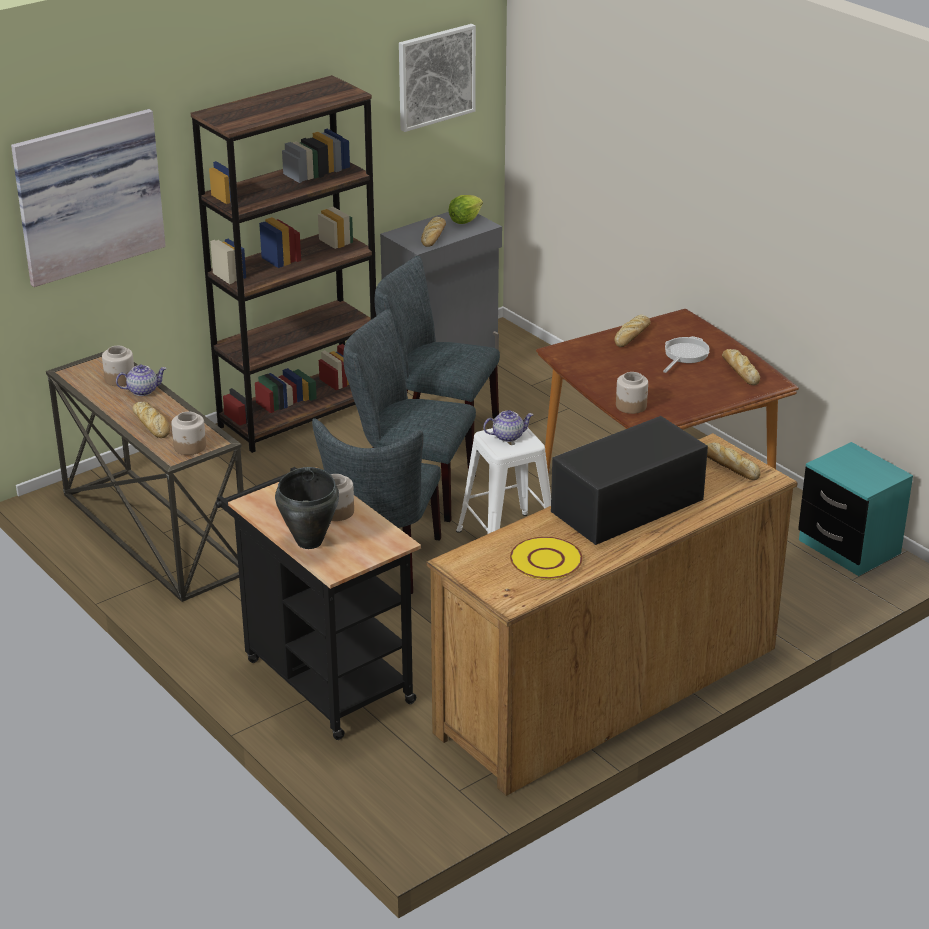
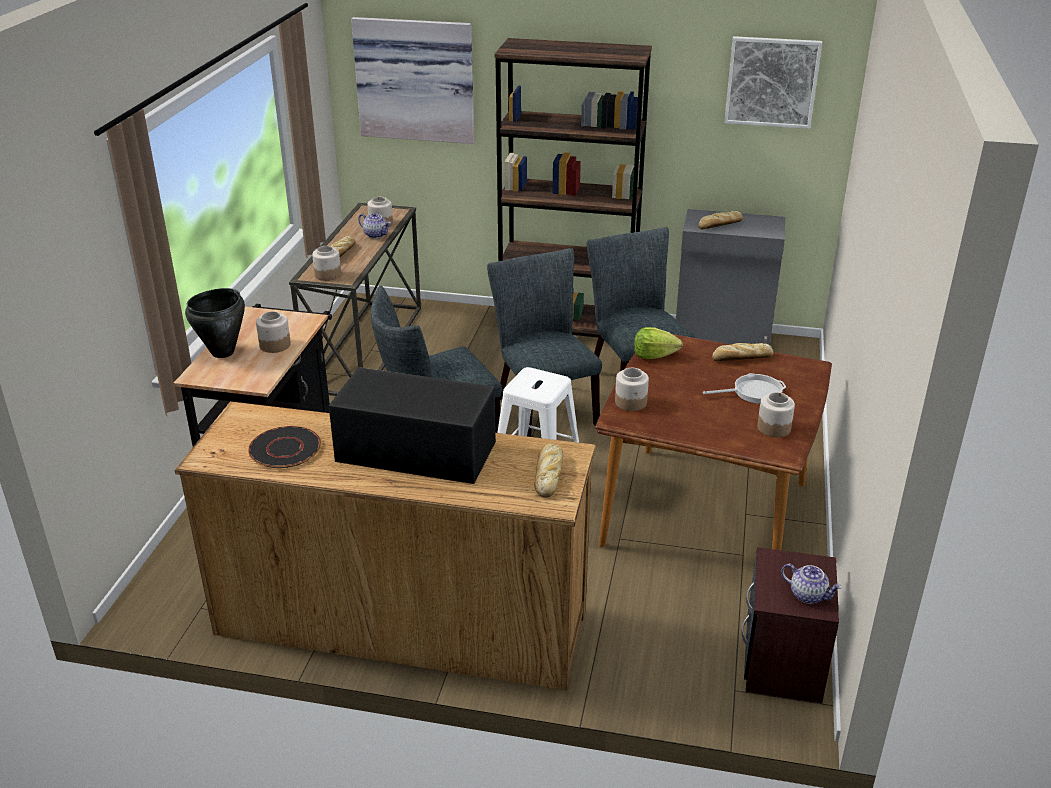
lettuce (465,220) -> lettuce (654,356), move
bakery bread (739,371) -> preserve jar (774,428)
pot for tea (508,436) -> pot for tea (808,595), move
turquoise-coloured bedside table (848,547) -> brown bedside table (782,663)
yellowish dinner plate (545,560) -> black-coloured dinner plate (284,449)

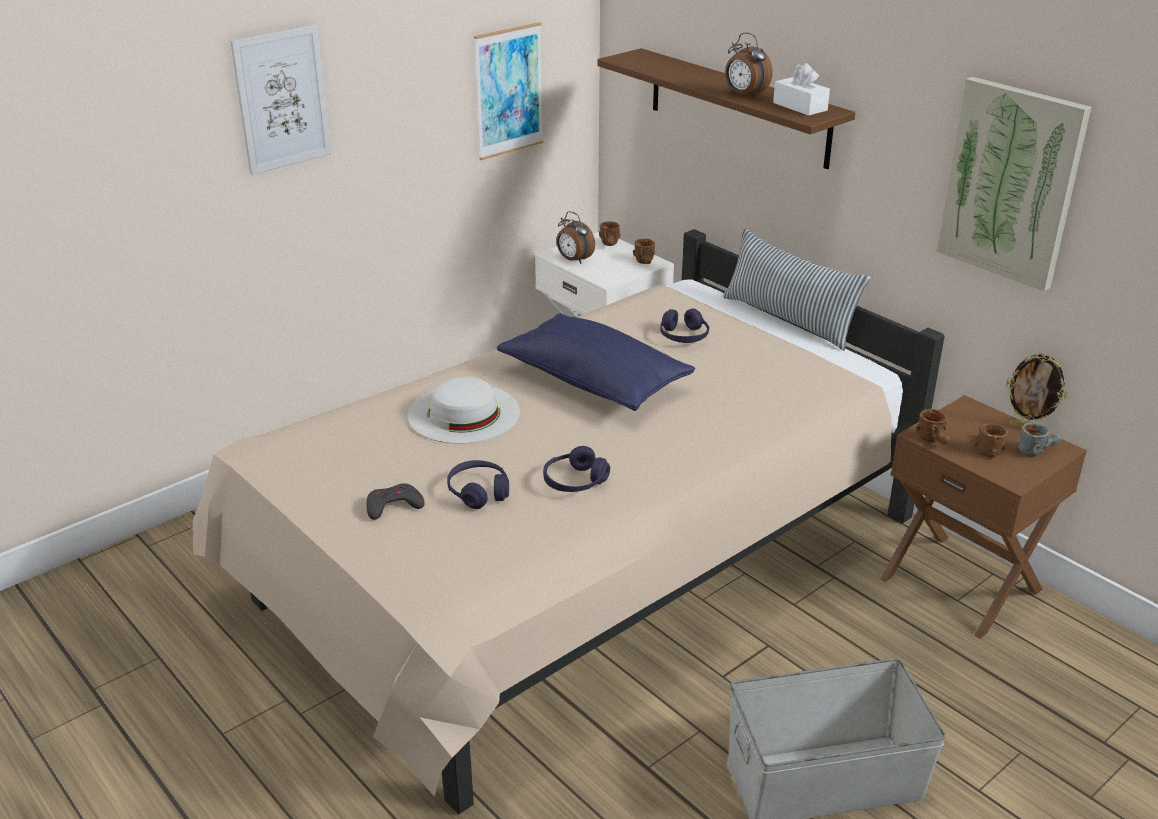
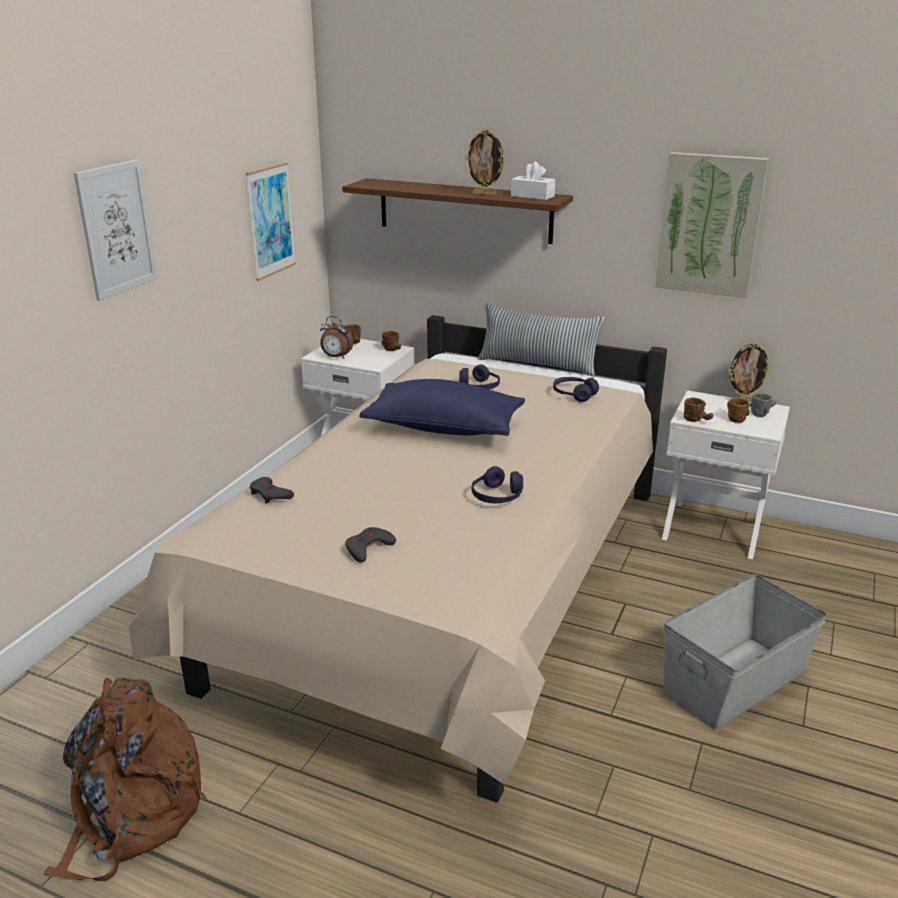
alarm clock (744,95) -> picture frame (484,194)
white-coloured hat (464,413) -> none
brown bedside table (962,583) -> white-coloured bedside table (713,528)
purplish pair of headphones (478,492) -> purplish pair of headphones (574,395), move
none -> greyish gamepad (270,494)
none -> brown rucksack (132,813)

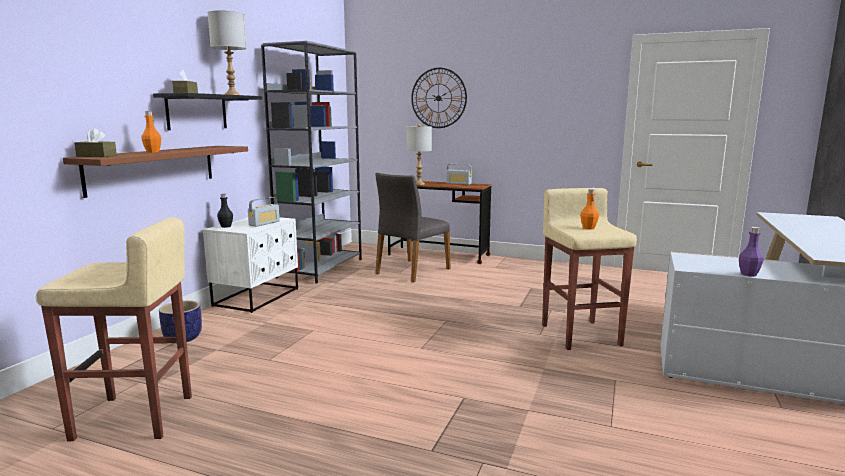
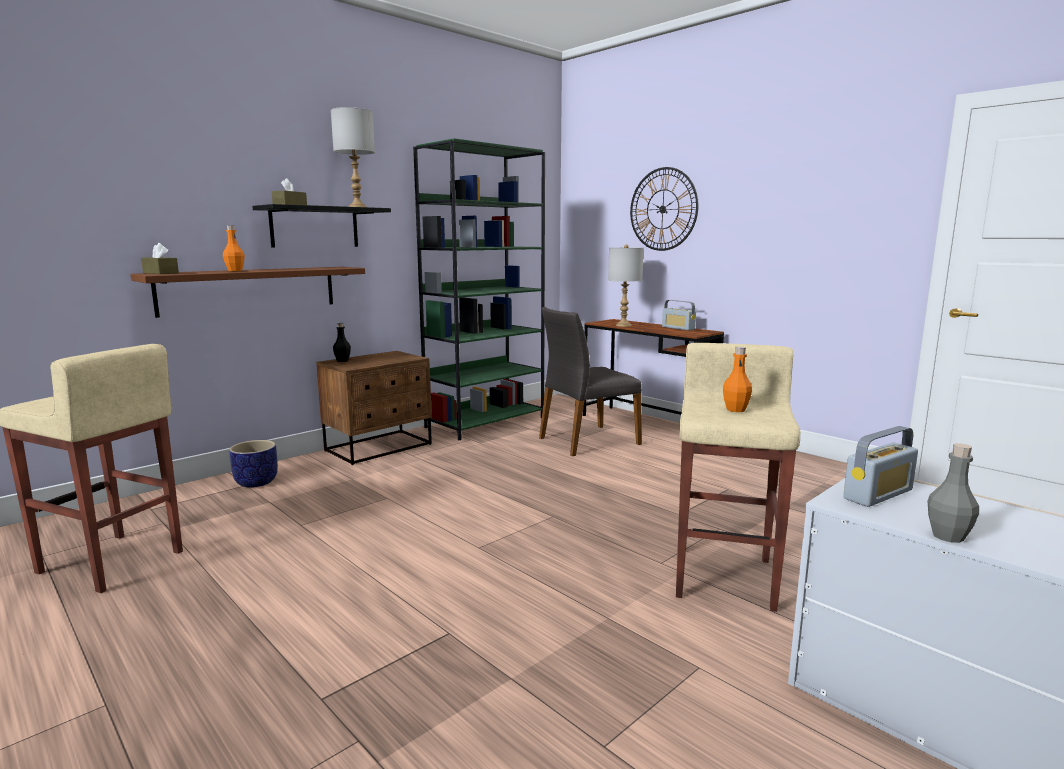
greyish bookcase (321,268) -> green bookcase (486,422)
radio (264,223) -> radio (878,494), move
white-coloured bedside table (257,297) -> brown bedside table (379,447)
purplish drink bottle (748,274) -> greyish drink bottle (948,536)

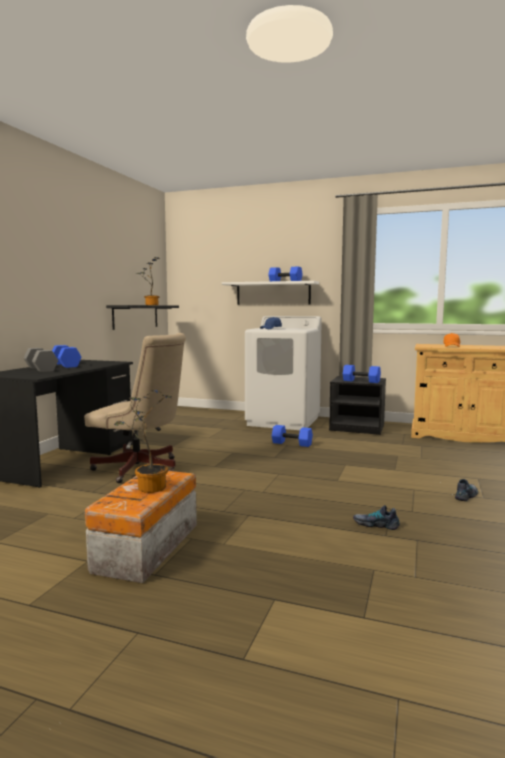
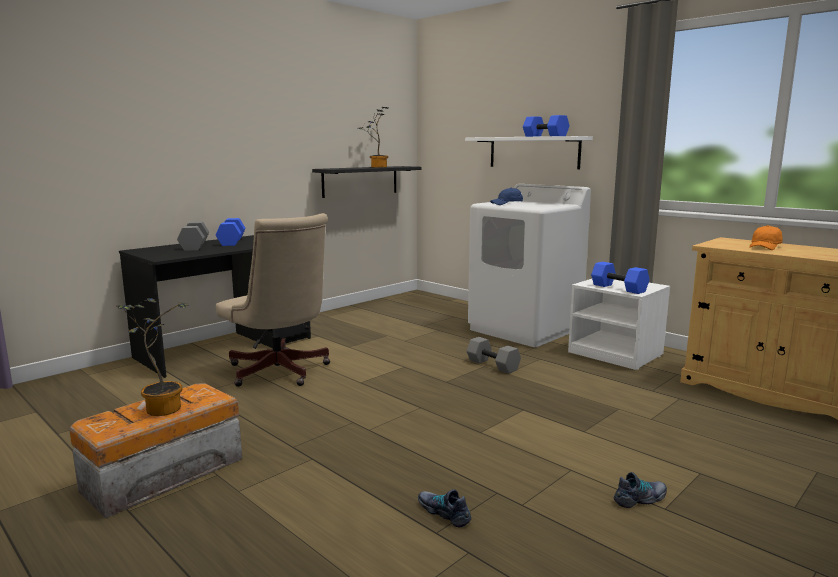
black-coloured bedside table (357,428) -> white-coloured bedside table (616,354)
blue free weight (292,443) -> greyish free weight (493,365)

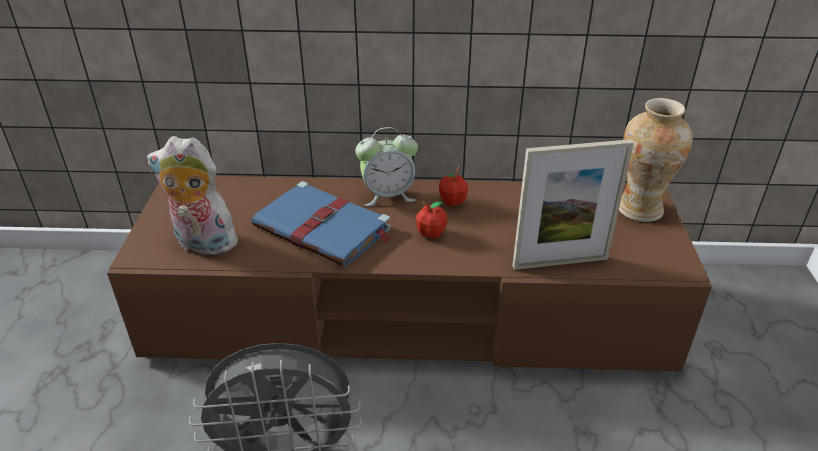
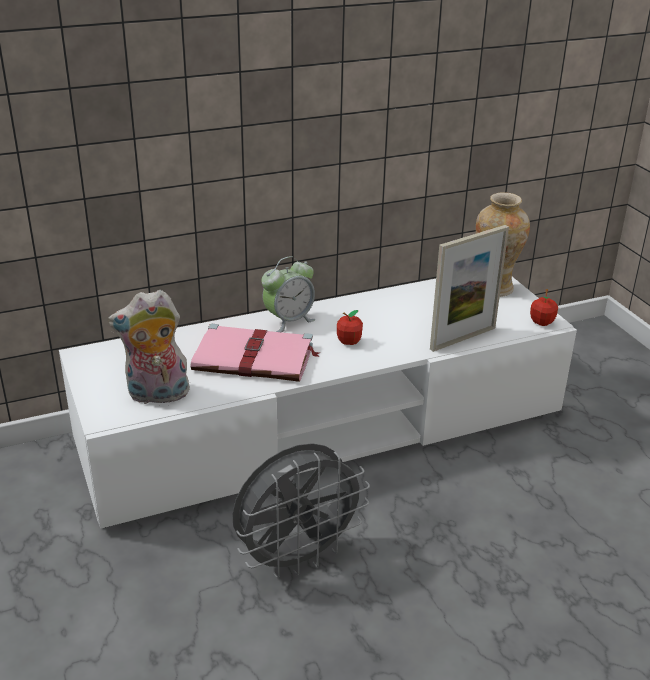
whole apple (452,202) -> whole apple (541,322), move
brown tv stand (409,312) -> white-coloured tv stand (323,427)
blue bound book (324,228) -> pinkish bound book (255,358)

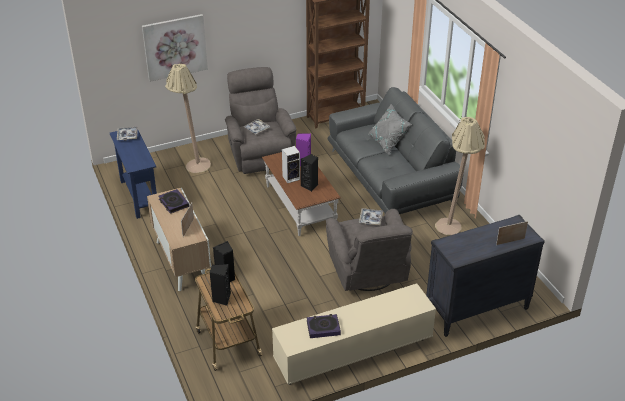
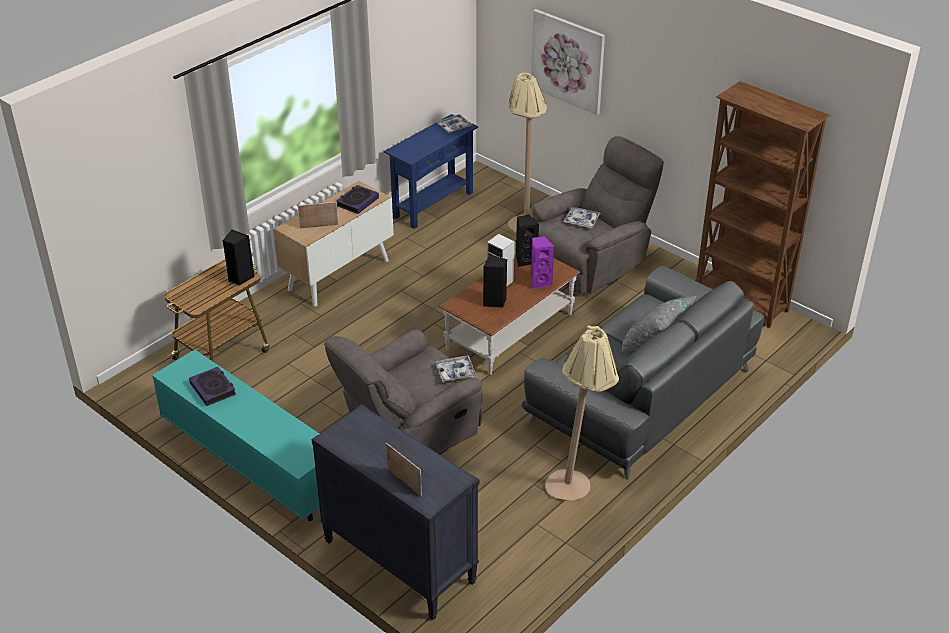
black-coloured speaker (221,298) -> black-coloured speaker (525,260), move
sand-coloured tv stand (352,353) -> turquoise-coloured tv stand (251,461)

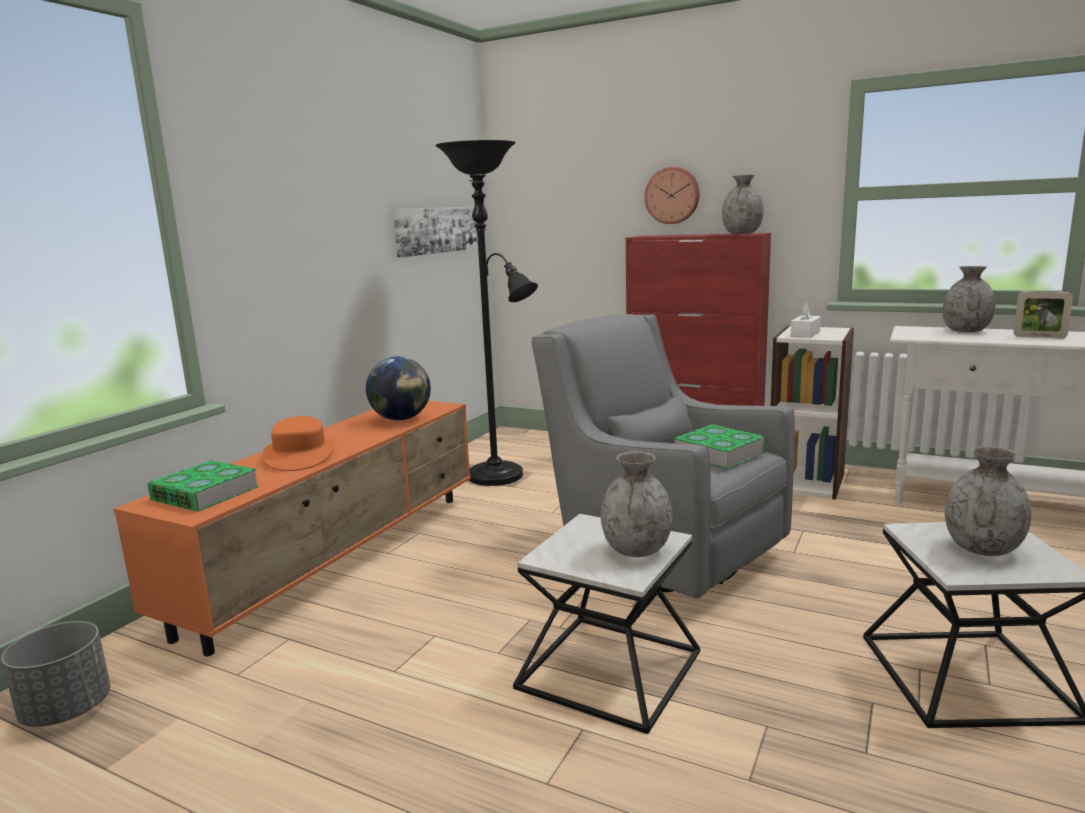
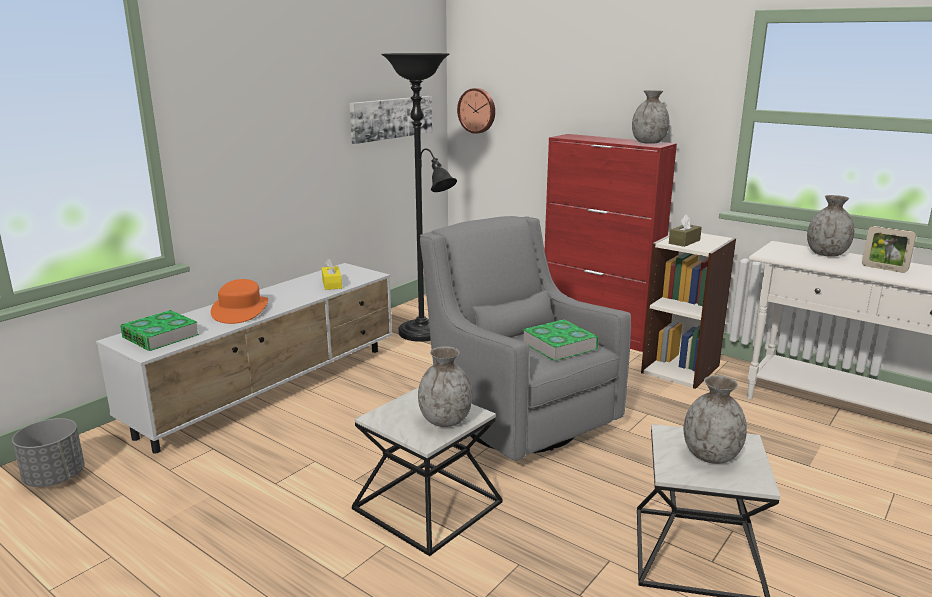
hanging clock (672,195) -> hanging clock (477,110), move
white-coloured box of tissues (805,334) -> brown box of tissues (684,242)
desk globe (401,419) -> yellowish box of tissues (332,284)
orange tv stand (339,558) -> white-coloured tv stand (272,389)

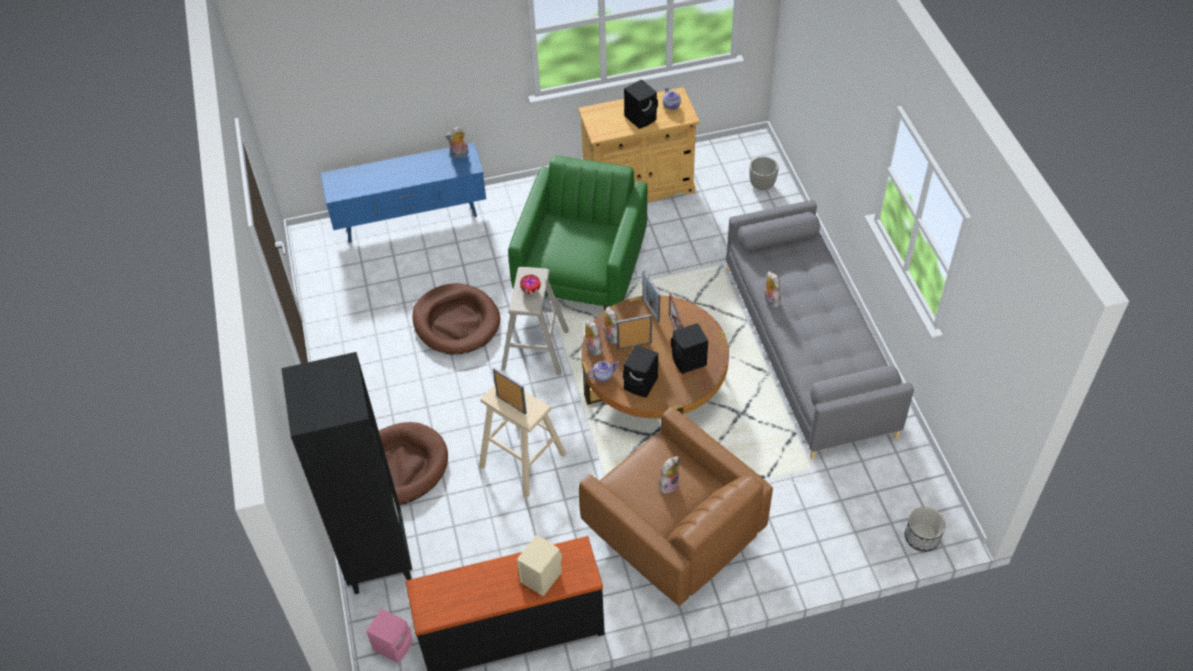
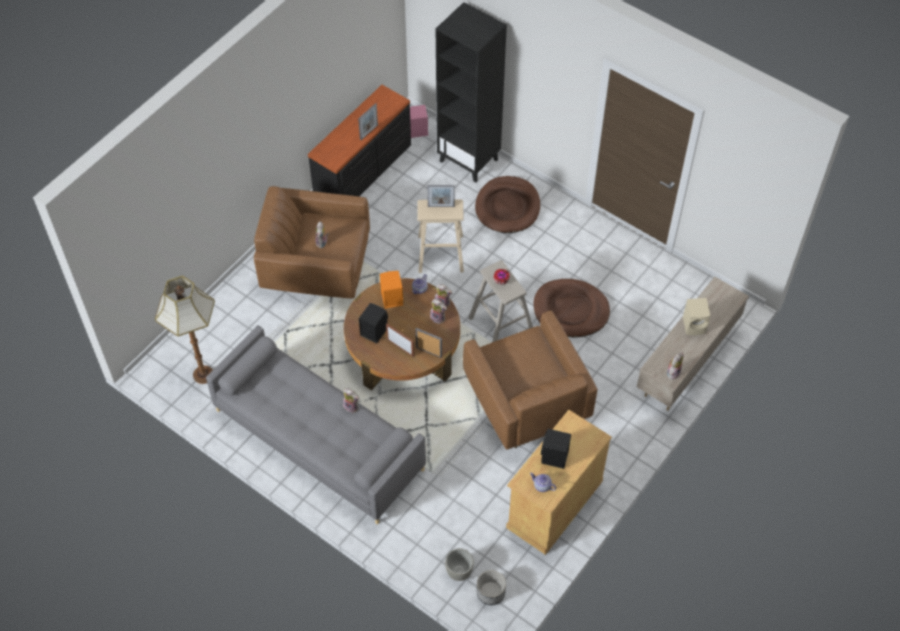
blue tv stand (411,220) -> sand-coloured tv stand (686,363)
green armchair (582,270) -> brown armchair (526,402)
picture frame (634,345) -> picture frame (369,132), move
black-coloured speaker (641,384) -> orange speaker (391,298)
planter (922,537) -> planter (490,593), move
sand-coloured speaker (540,576) -> sand-coloured speaker (695,325), move
none -> standing lamp (203,375)

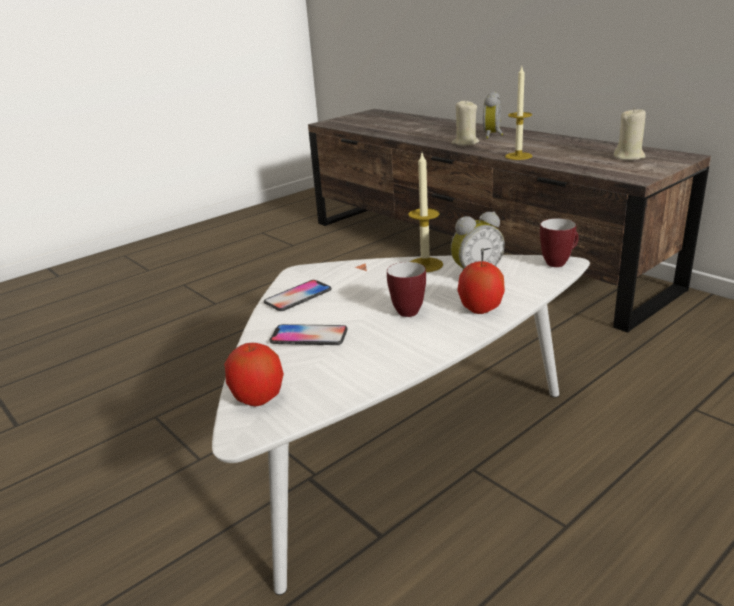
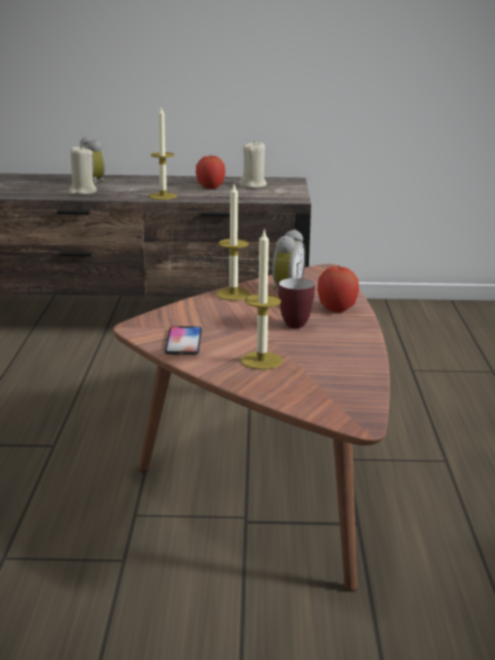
tea mug (558,262) -> none
white-coloured low table (395,446) -> brown low table (273,471)
handset (309,336) -> wax light (261,361)
whole apple (258,398) -> whole apple (210,187), move

